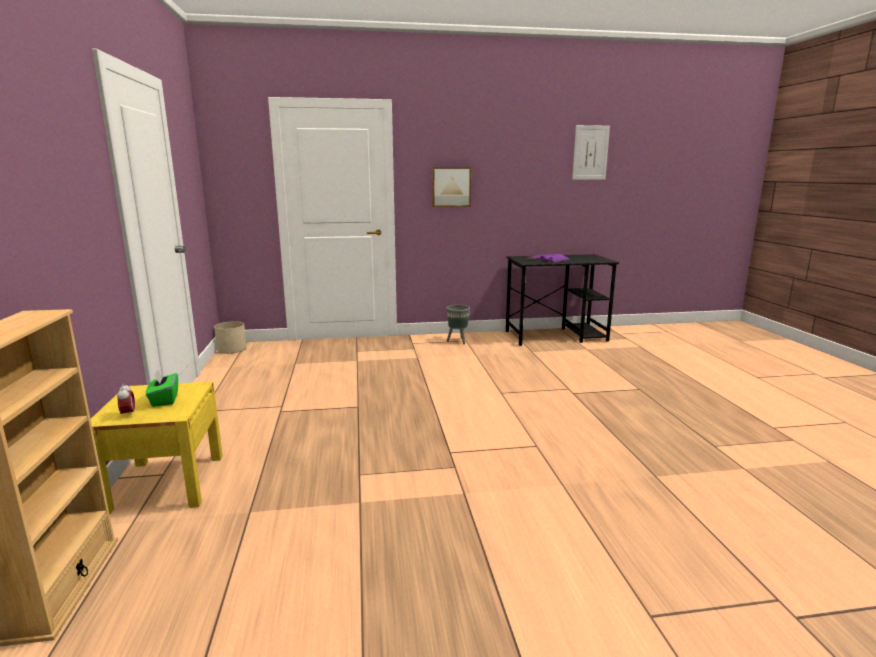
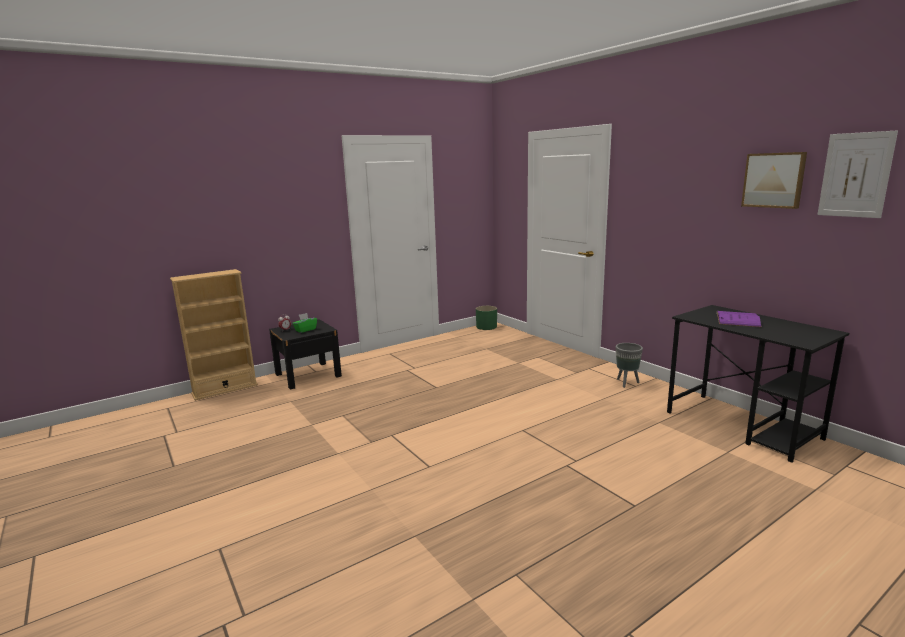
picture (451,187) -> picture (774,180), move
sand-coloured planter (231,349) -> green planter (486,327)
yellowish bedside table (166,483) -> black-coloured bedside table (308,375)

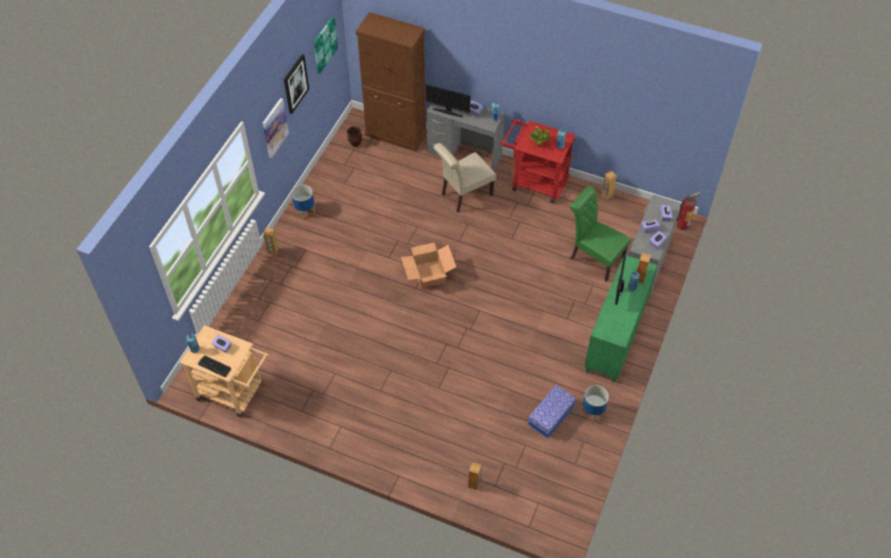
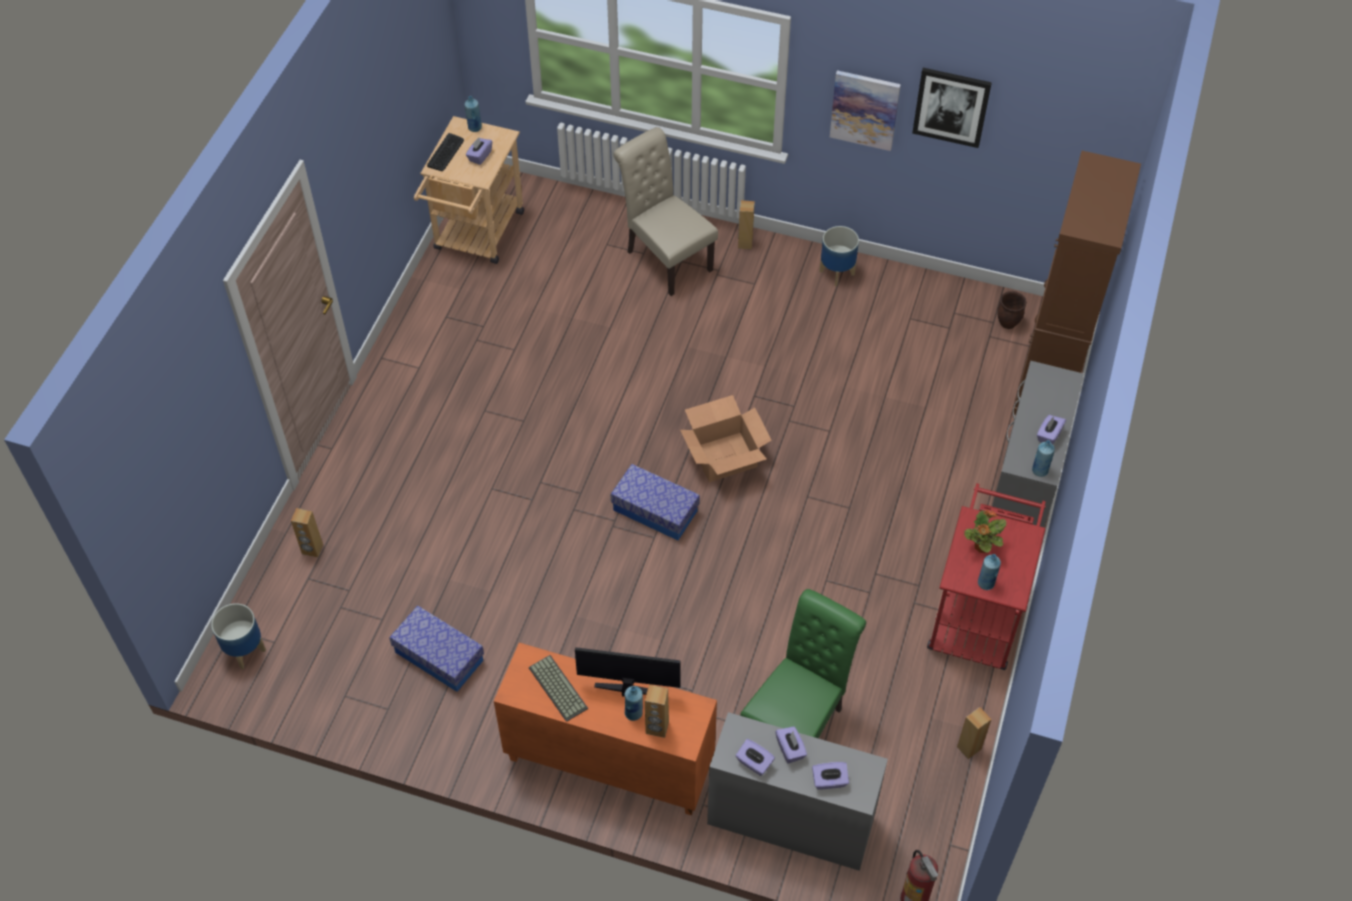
picture (324,44) -> none
computer display (448,112) -> none
sand-coloured upright chair (464,195) -> sand-coloured upright chair (665,258), move
green cabinet (616,339) -> orange cabinet (608,762)
planter (592,412) -> planter (244,650), move
none -> storage container (655,510)
none -> PC keyboard (556,688)

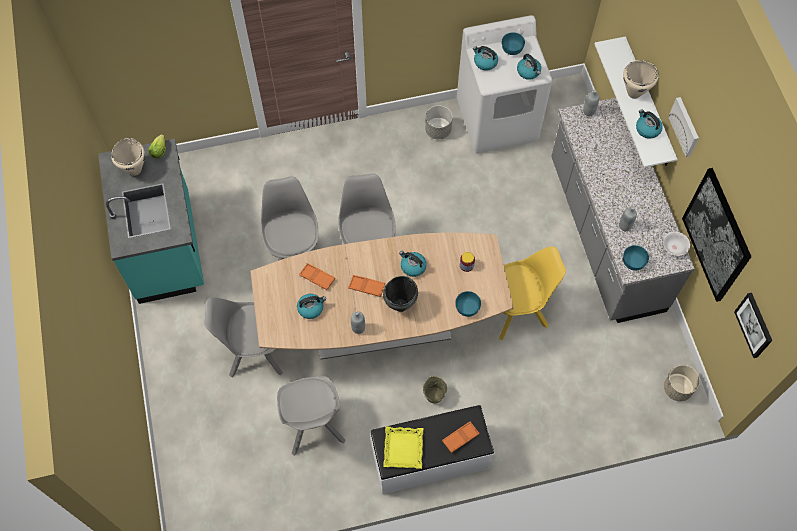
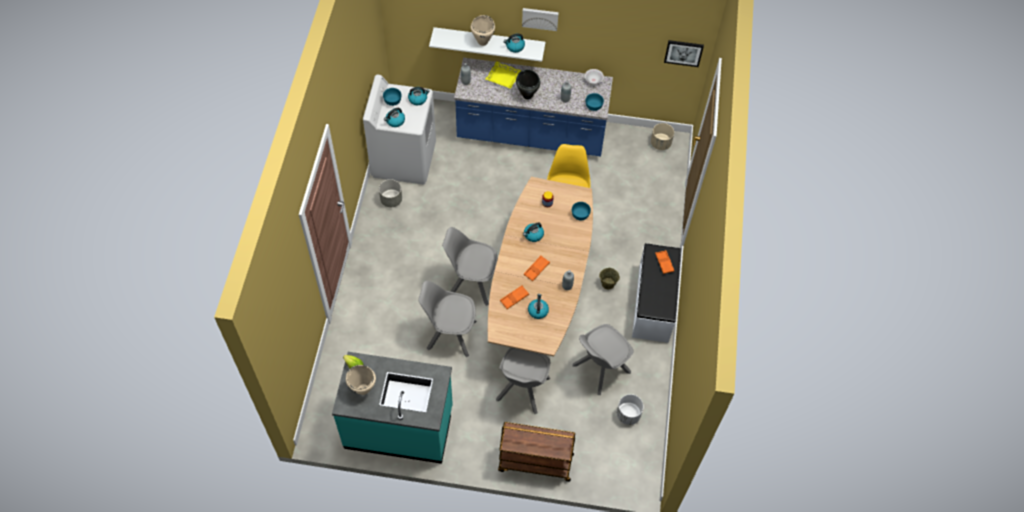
greyish kitchen base unit (604,235) -> blue kitchen base unit (531,135)
picture (716,235) -> none
black-coloured stockpot (401,305) -> black-coloured stockpot (527,95), move
greyish upright chair (313,426) -> greyish upright chair (600,369), 135 degrees clockwise
yellowish serving tray (403,448) -> yellowish serving tray (503,77), move
none -> white-coloured planter (628,415)
none -> brown cart (535,463)

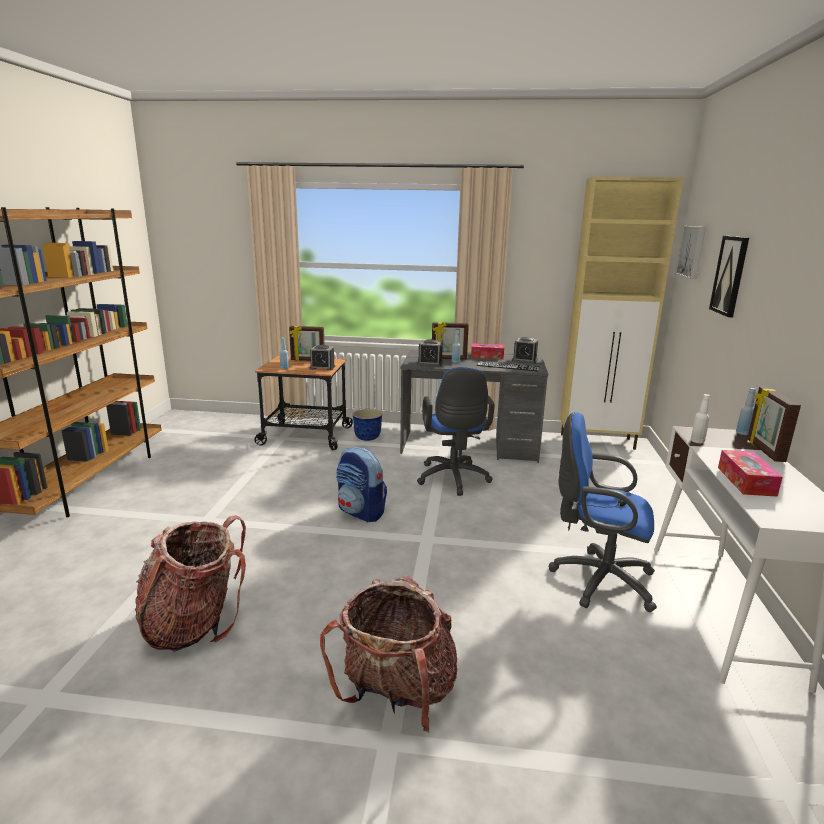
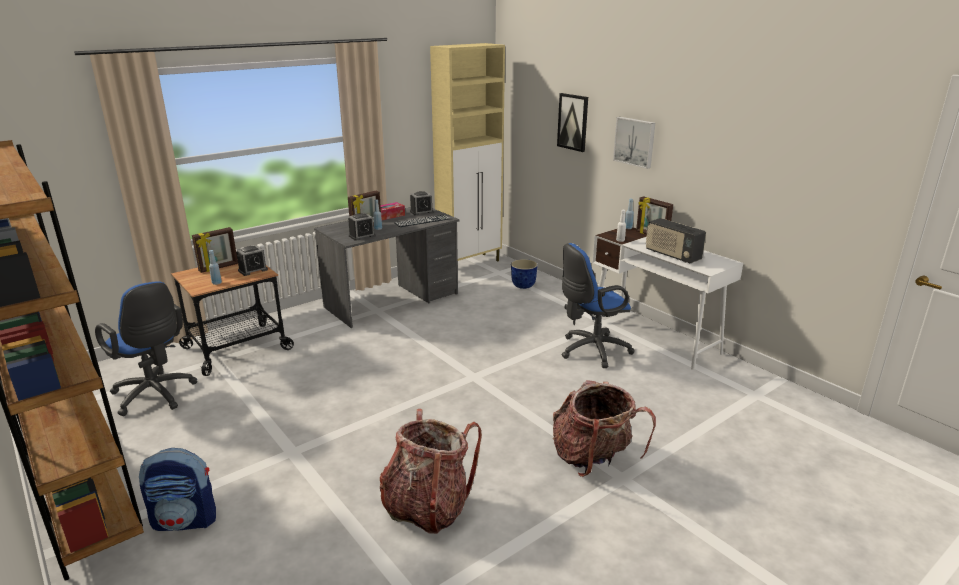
picture (692,251) -> picture (635,142), move
blue office chair (453,480) -> blue office chair (156,396), move
planter (368,438) -> planter (524,286), move
rucksack (361,512) -> rucksack (186,520), move
box of tissues (746,481) -> radio (672,255)

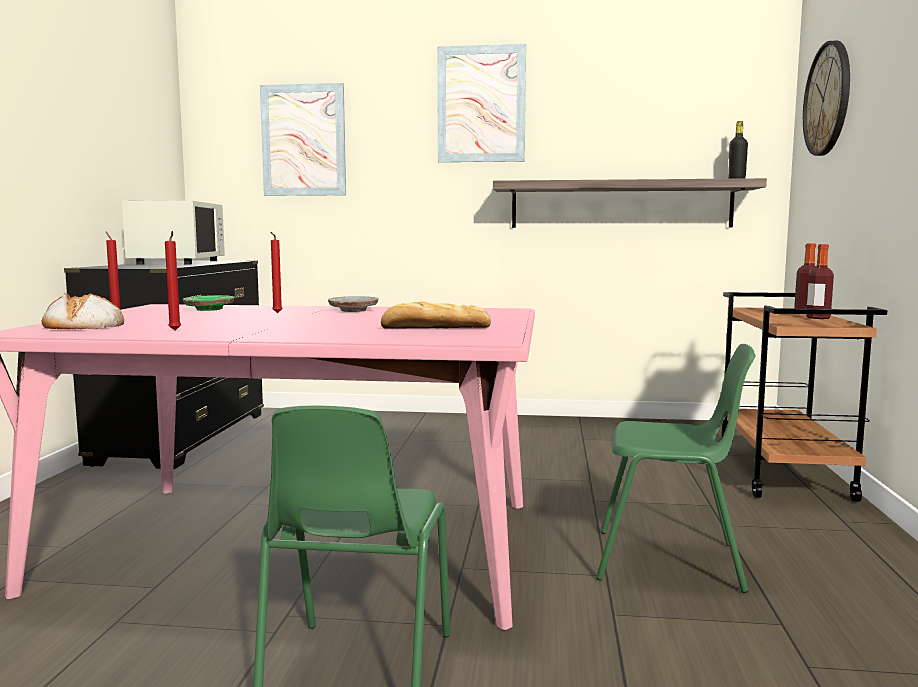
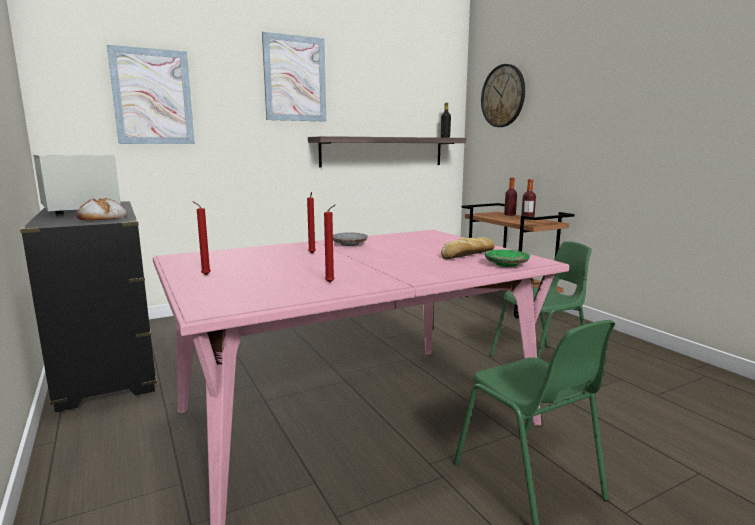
bakery bread (83,326) -> bakery bread (101,218), move
green dinner plate (209,309) -> green dinner plate (506,264), move

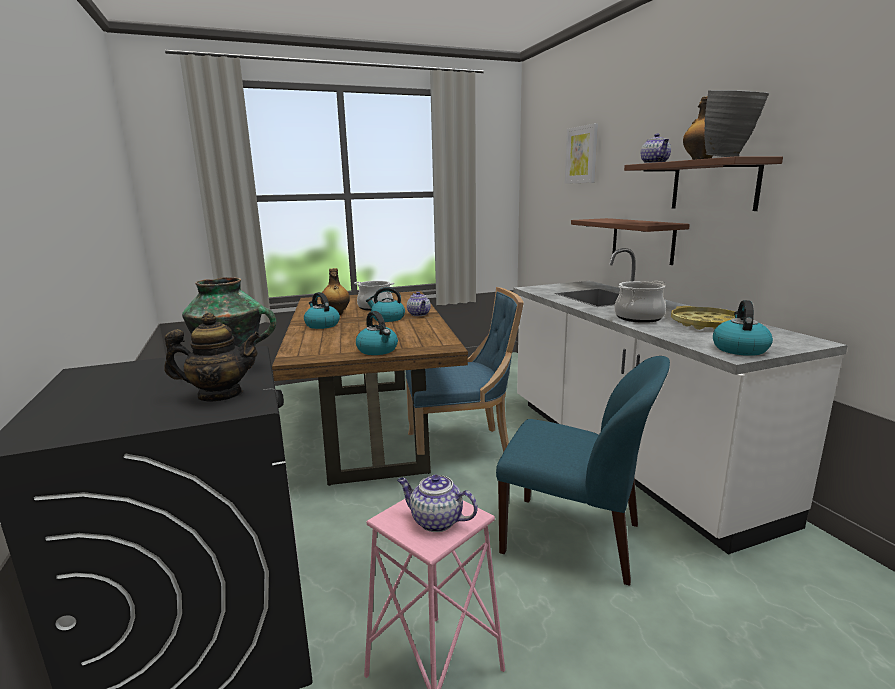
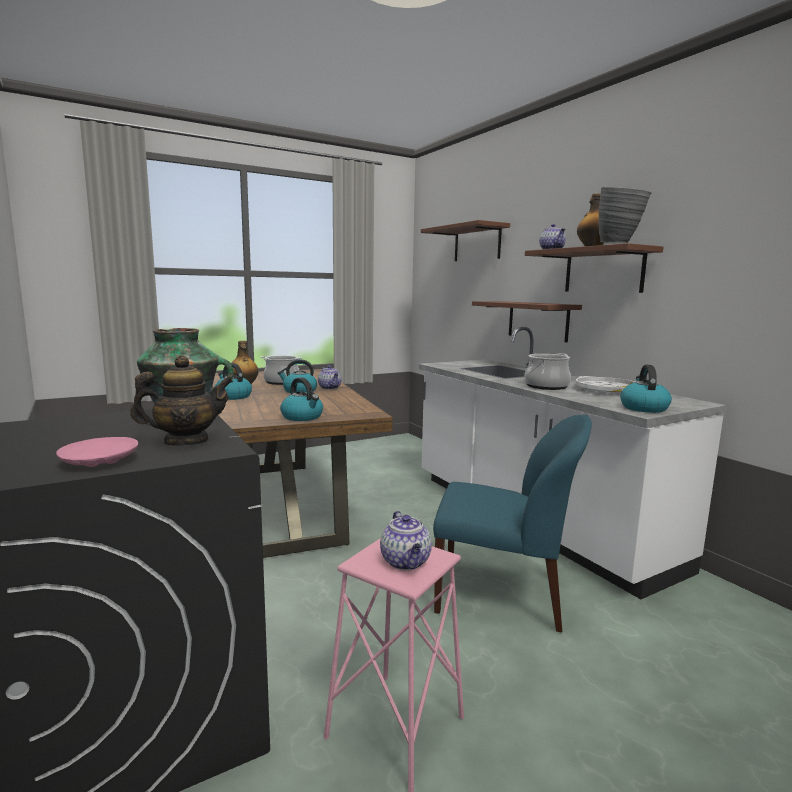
picture (582,155) -> brown wall shelf (477,243)
blue upright chair (462,447) -> none
yellowish serving tray (706,324) -> white-coloured serving tray (606,391)
pot for tea (435,521) -> pot for tea (406,562), 120 degrees counterclockwise
none -> pinkish dinner plate (99,462)

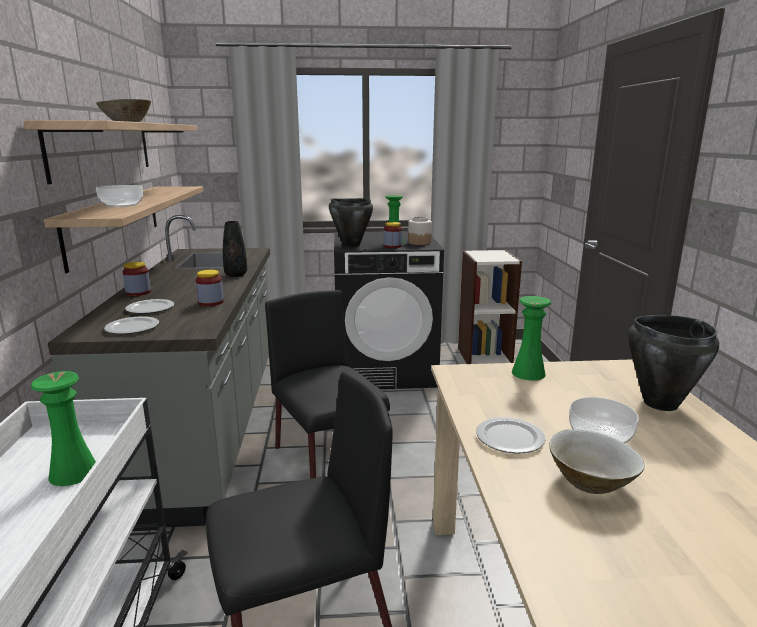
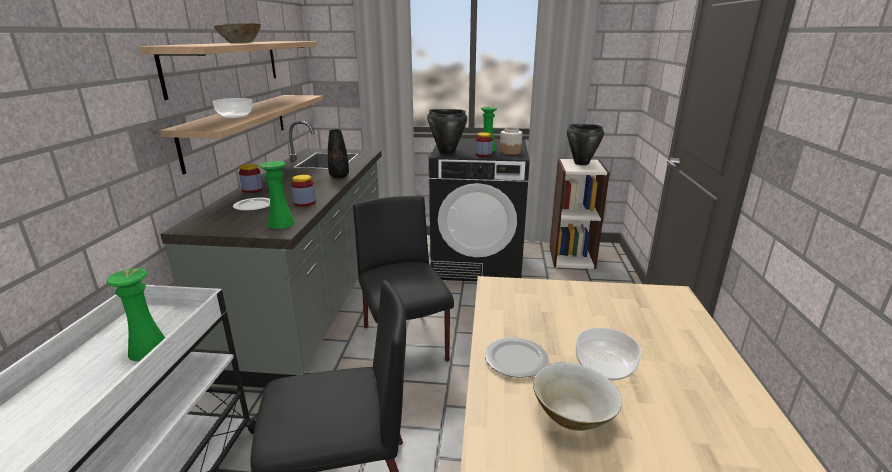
green vase (528,373) -> green vase (281,223), move
black-coloured stockpot (659,403) -> black-coloured stockpot (581,163), move
dinner plate (133,328) -> none

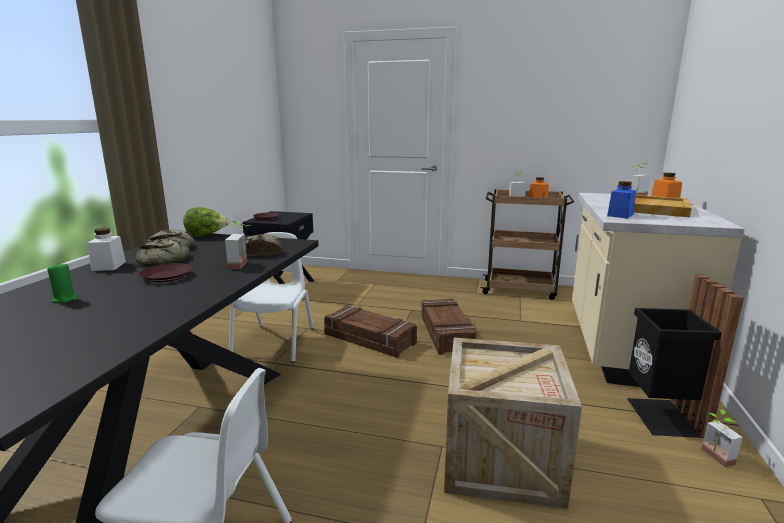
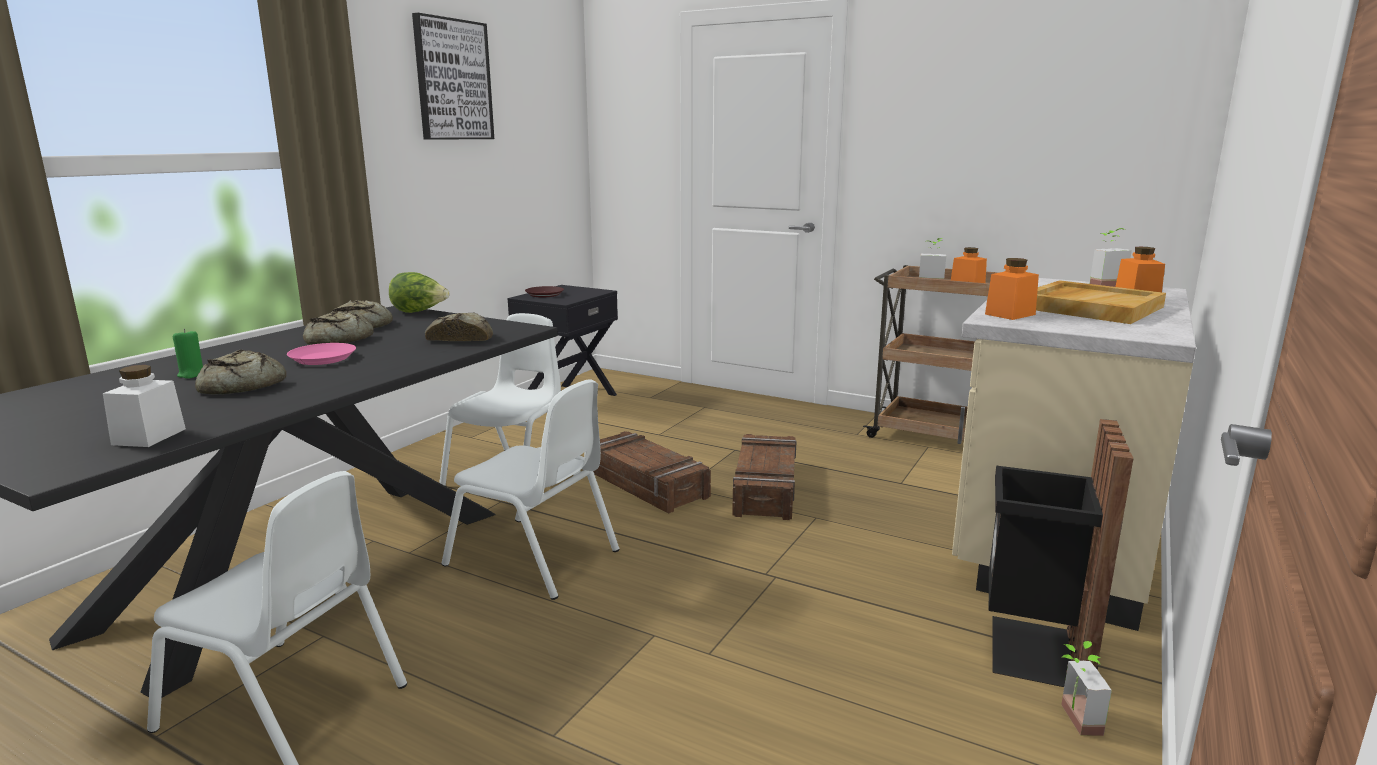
blue preserve jar (620,215) -> orange preserve jar (1010,314)
houseplant (243,265) -> none
white-coloured preserve jar (109,266) -> white-coloured preserve jar (149,436), move
brown dinner plate (167,276) -> pinkish dinner plate (323,359)
crate (501,459) -> none
none -> picture (453,80)
none -> bakery bread (240,386)
none -> white-coloured upright chair (533,558)

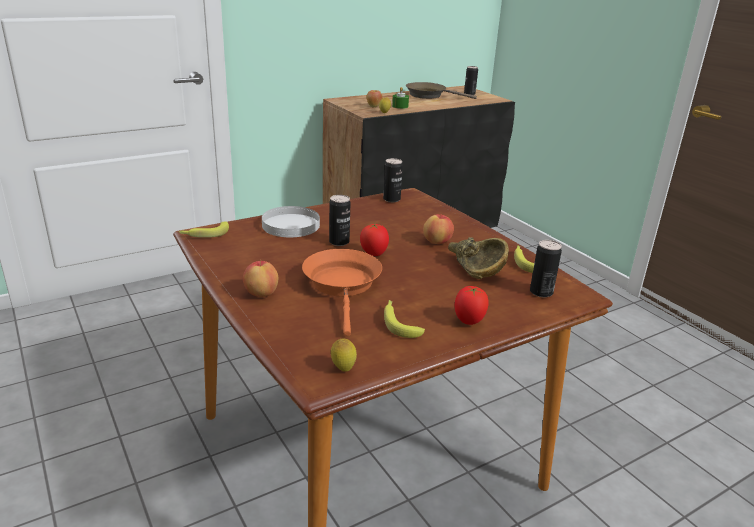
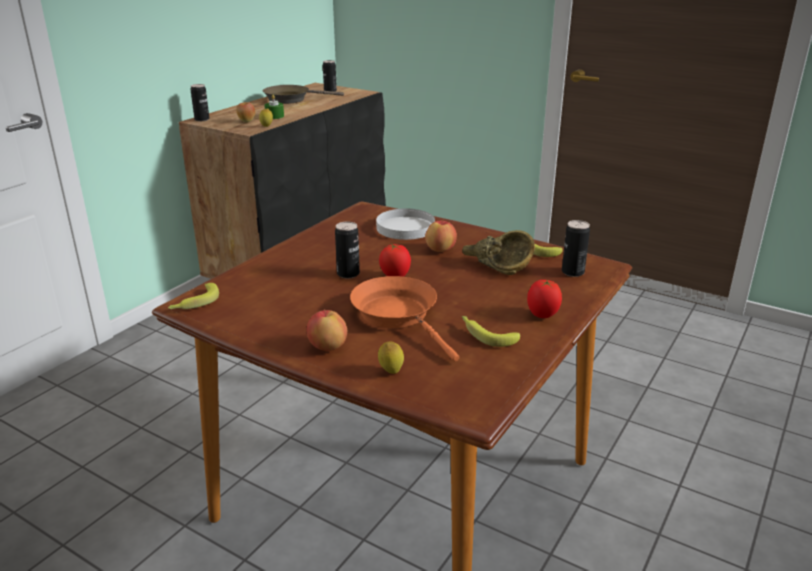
metal can (391,199) -> metal can (202,119), move
white-coloured dinner plate (290,225) -> white-coloured dinner plate (405,227), move
whole lemon (343,369) -> whole lemon (391,372), move

